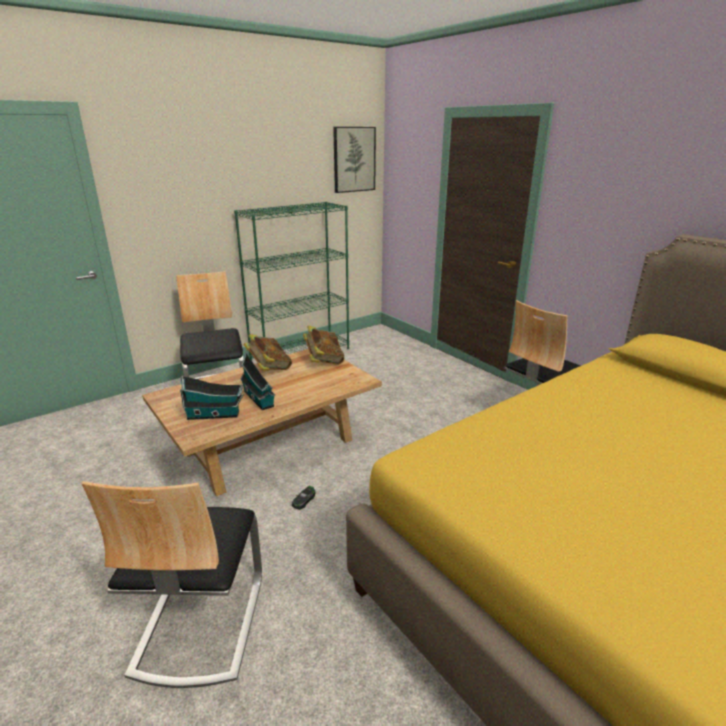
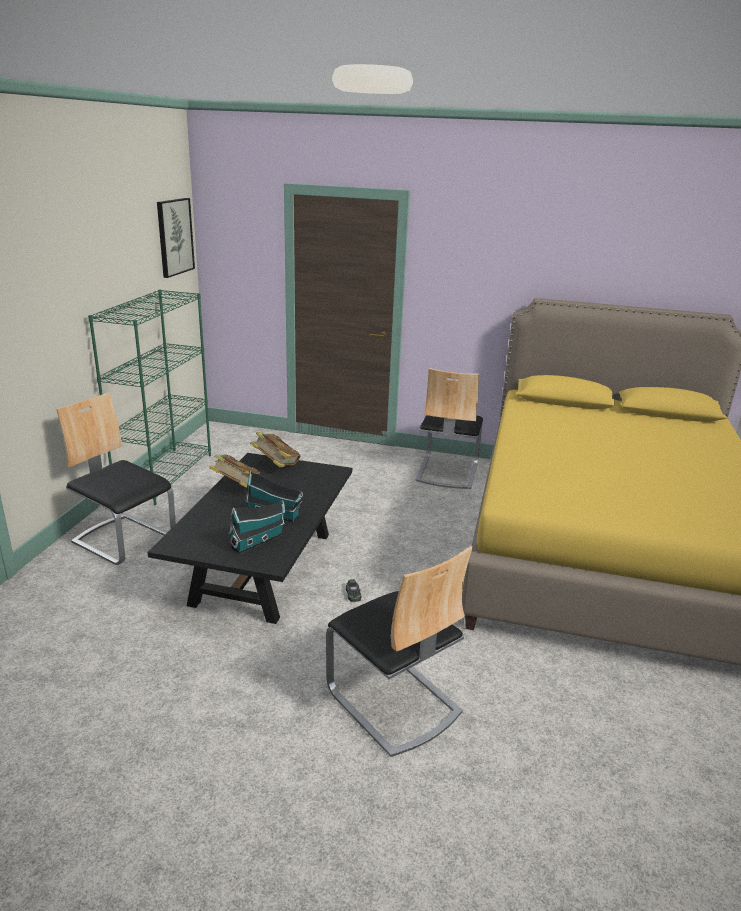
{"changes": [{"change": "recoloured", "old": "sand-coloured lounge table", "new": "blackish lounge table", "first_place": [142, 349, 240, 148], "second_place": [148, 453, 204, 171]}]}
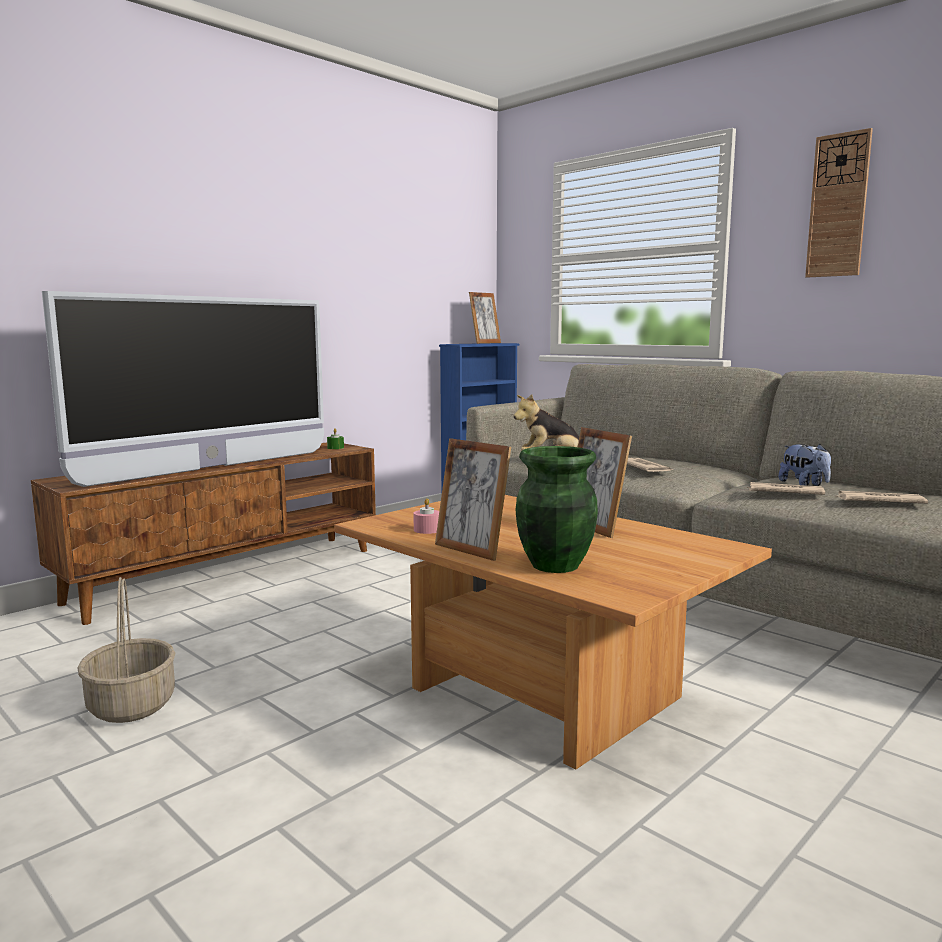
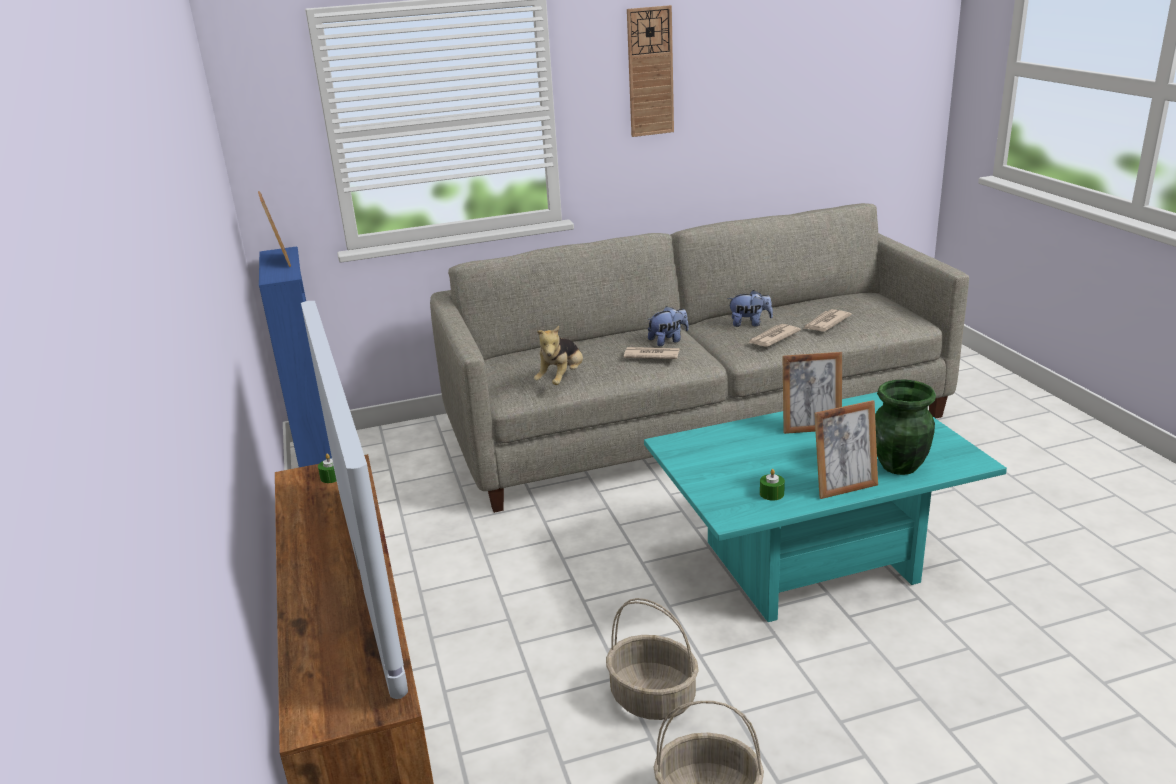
{"changes": [{"change": "recoloured", "old": "brown lounge table", "new": "turquoise-coloured lounge table", "first_place": [334, 495, 438, 275], "second_place": [644, 392, 363, 230]}, {"change": "recoloured", "old": "pinkish wax candle", "new": "green-coloured wax candle", "first_place": [413, 498, 26, 36], "second_place": [760, 469, 25, 32]}, {"change": "added", "new": "household basket", "second_place": [606, 598, 93, 122]}, {"change": "added", "new": "cuddly toy", "second_place": [647, 306, 42, 40]}]}
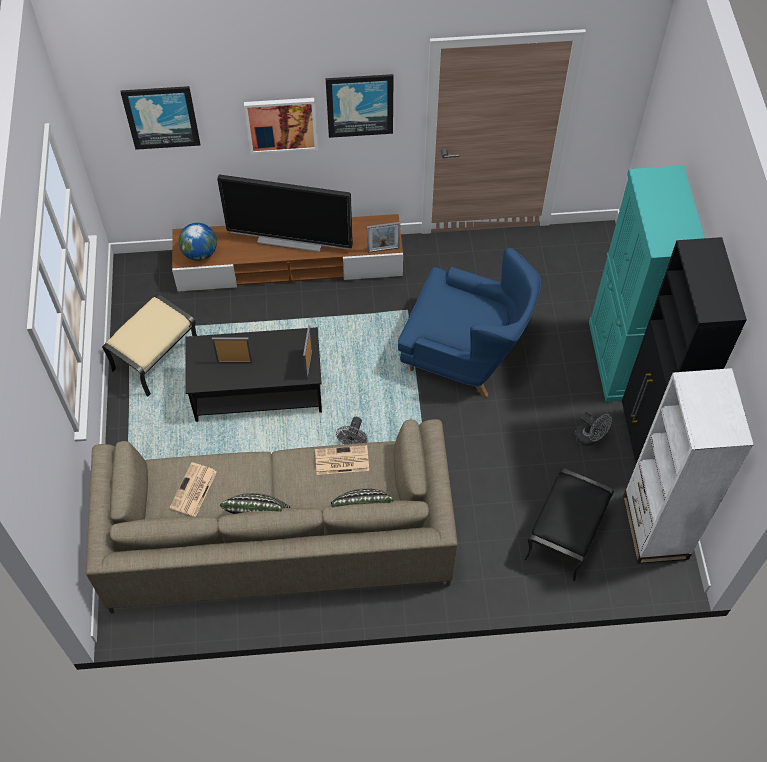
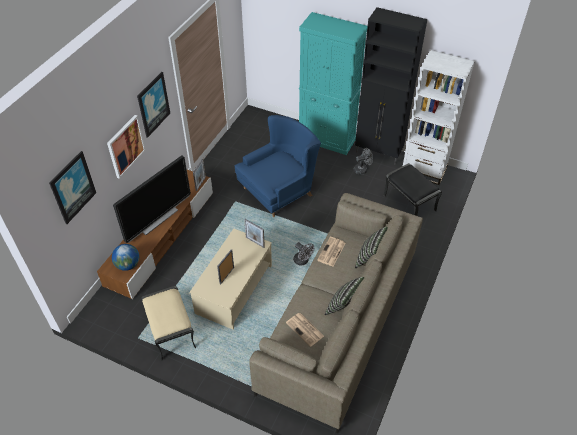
{"changes": [{"change": "recoloured", "old": "blackish lounge table", "new": "sand-coloured lounge table", "first_place": [185, 327, 137, 95], "second_place": [189, 229, 83, 100]}]}
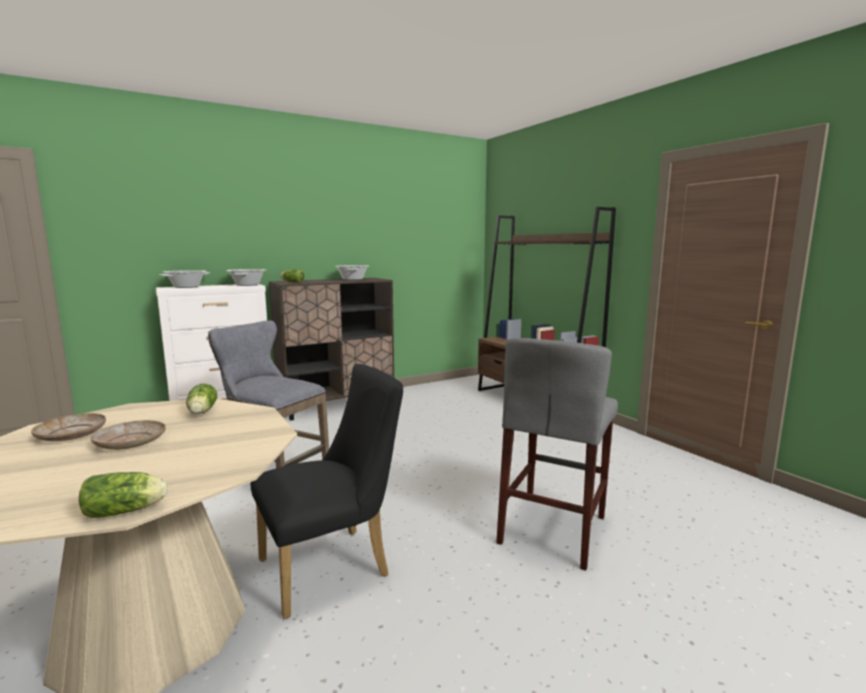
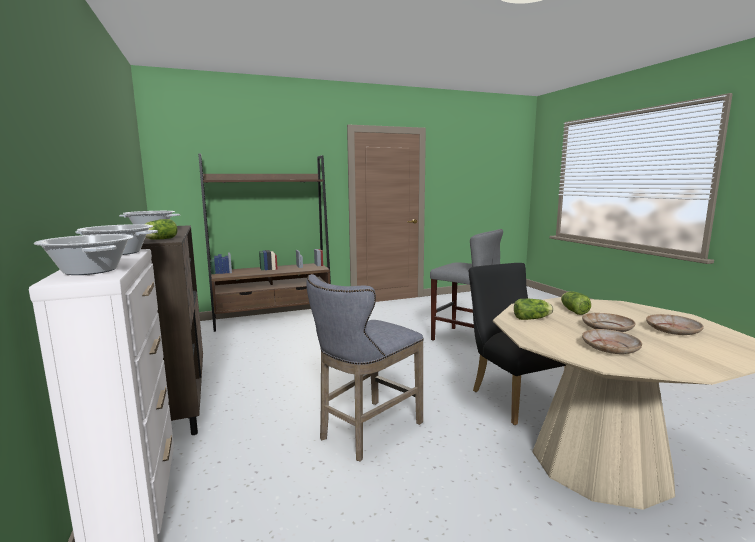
{"changes": [{"change": "moved", "old": "lettuce", "first_place": [79, 472, 88, 46], "second_place": [561, 291, 30, 24]}, {"change": "added", "new": "sand-coloured flat dish", "second_place": [646, 314, 58, 21]}]}
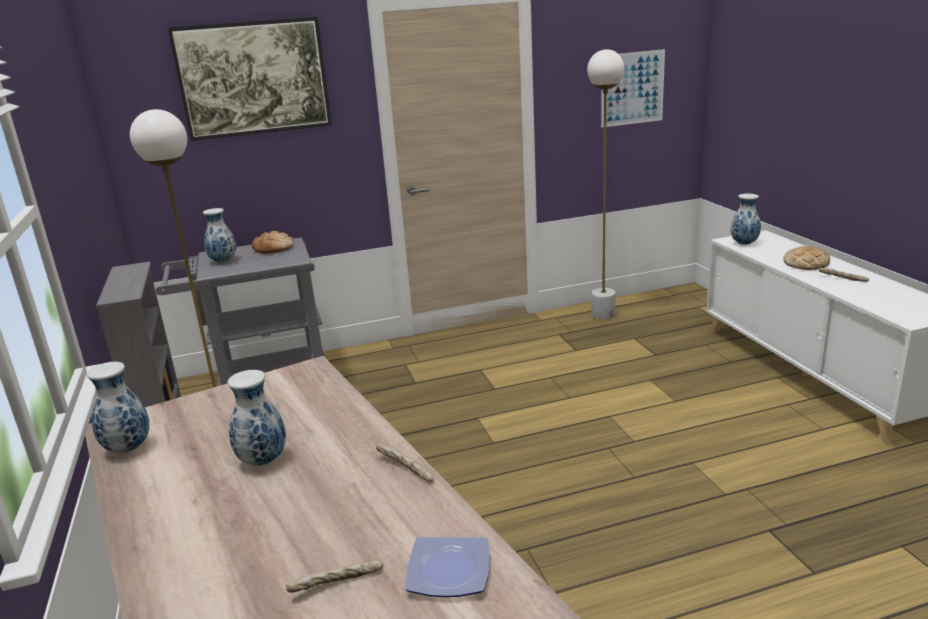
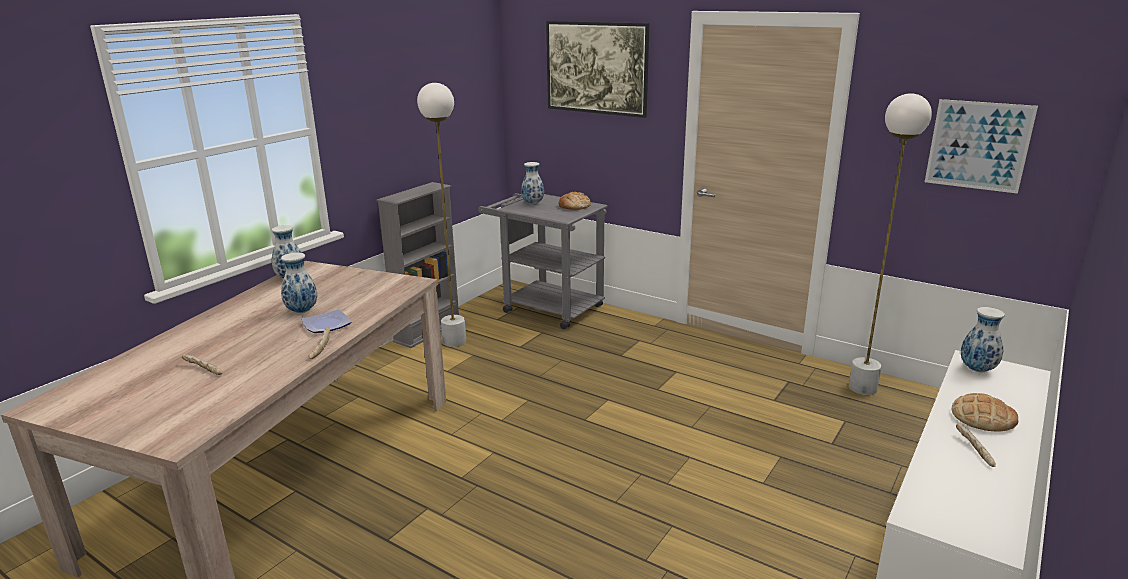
{"changes": [{"change": "moved", "old": "flat dish", "first_place": [406, 537, 84, 60], "second_place": [302, 309, 50, 24]}]}
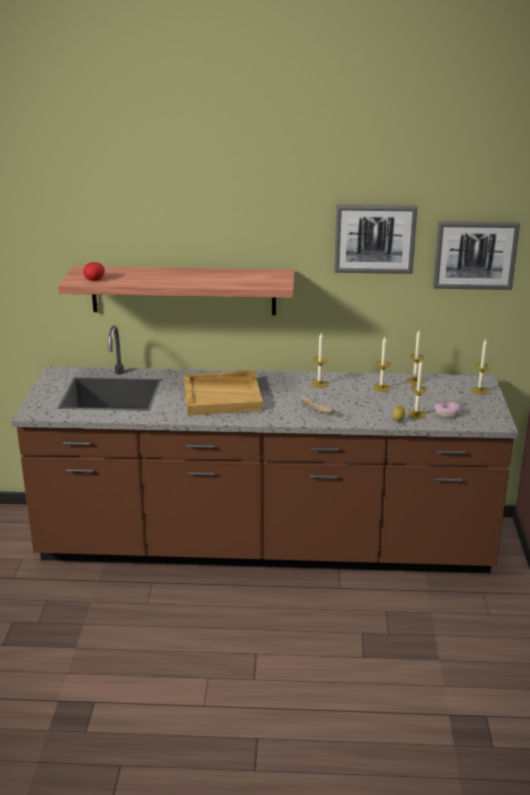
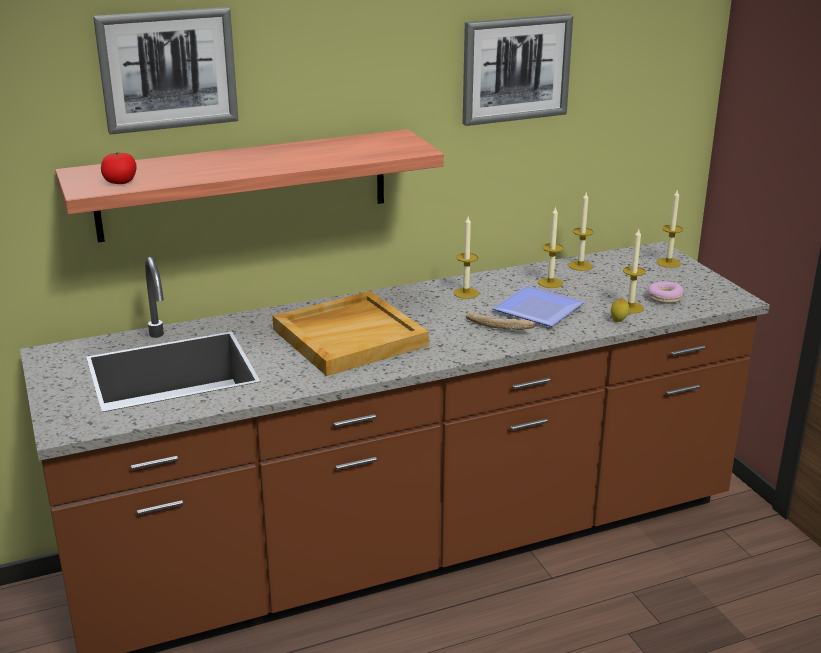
{"changes": [{"change": "moved", "old": "picture", "first_place": [433, 221, 87, 69], "second_place": [93, 7, 145, 127]}, {"change": "added", "new": "flat dish", "second_place": [492, 286, 93, 41]}]}
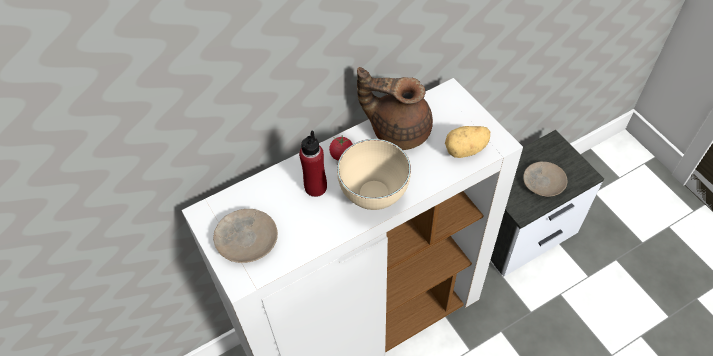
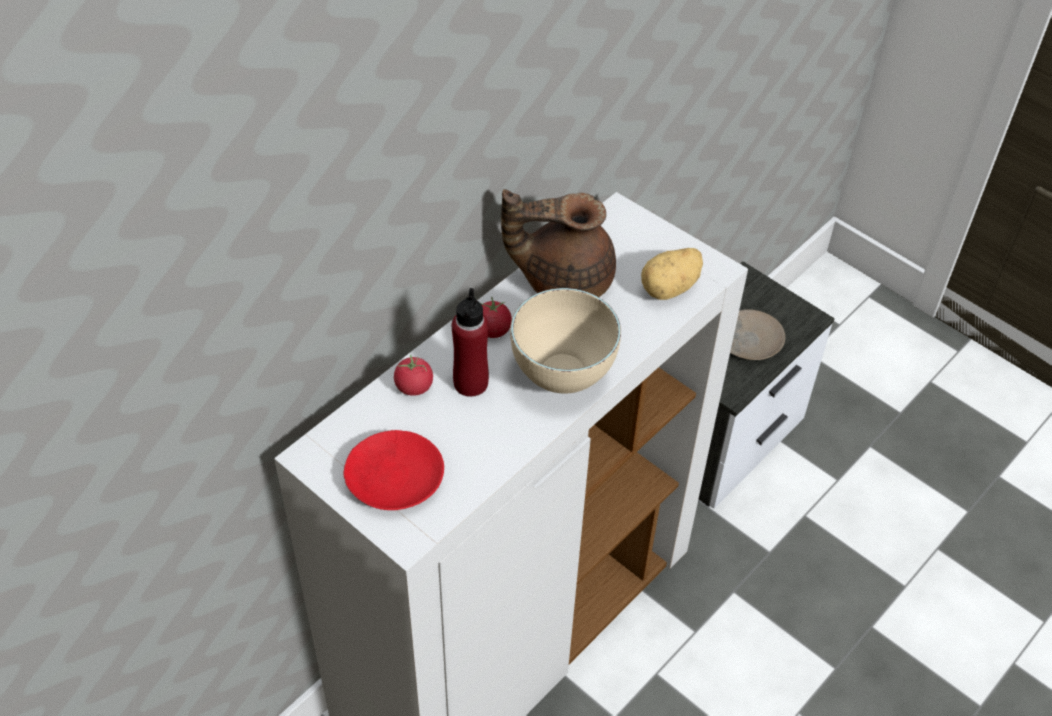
{"changes": [{"change": "recoloured", "old": "sand-coloured flat dish", "new": "red flat dish", "first_place": [213, 209, 65, 54], "second_place": [343, 430, 101, 80]}, {"change": "added", "new": "fresh tomato", "second_place": [394, 355, 39, 41]}]}
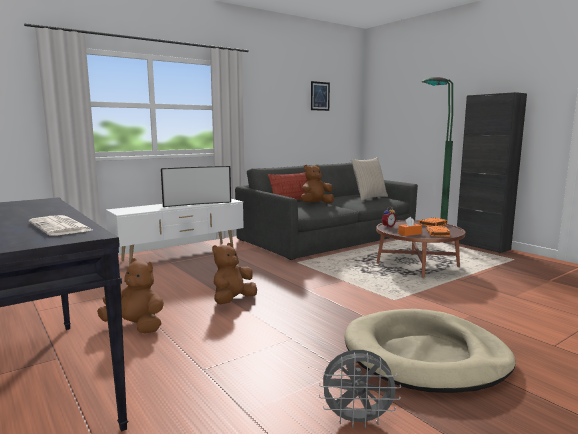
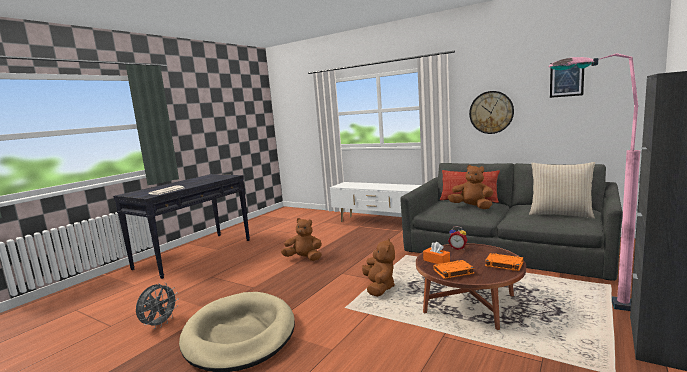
{"changes": [{"change": "moved", "old": "brown cuddly toy", "first_place": [97, 258, 67, 76], "second_place": [362, 238, 33, 59]}, {"change": "removed", "old": "TV", "first_place": [161, 166, 70, 41]}, {"change": "turned", "old": "gray fan", "first_place": [319, 350, 82, 78], "second_place": [136, 283, 43, 46], "degrees": -135}, {"change": "recoloured", "old": "green-coloured standing lamp", "new": "pinkish standing lamp", "first_place": [422, 77, 31, 166], "second_place": [548, 53, 92, 258]}, {"change": "added", "new": "wall clock", "second_place": [469, 91, 45, 43]}]}
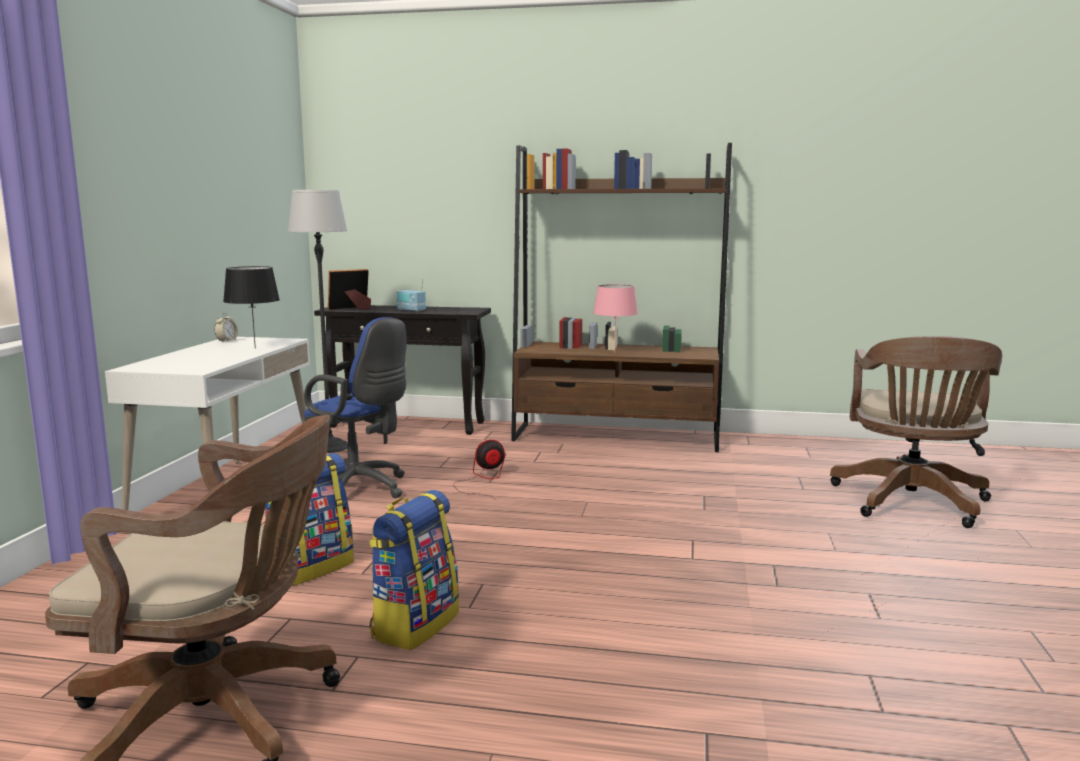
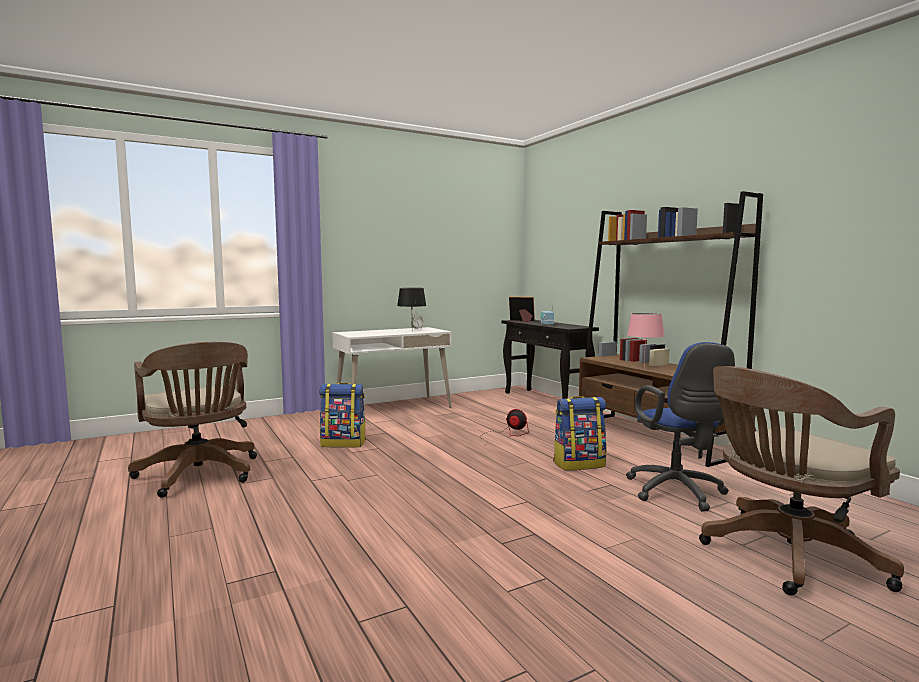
{"changes": [{"change": "removed", "old": "standing lamp", "first_place": [288, 190, 60, 263]}, {"change": "moved", "old": "bluish computer chair", "first_place": [304, 317, 103, 181], "second_place": [626, 342, 109, 170]}, {"change": "moved", "old": "backpack", "first_place": [369, 490, 90, 160], "second_place": [553, 396, 54, 75]}]}
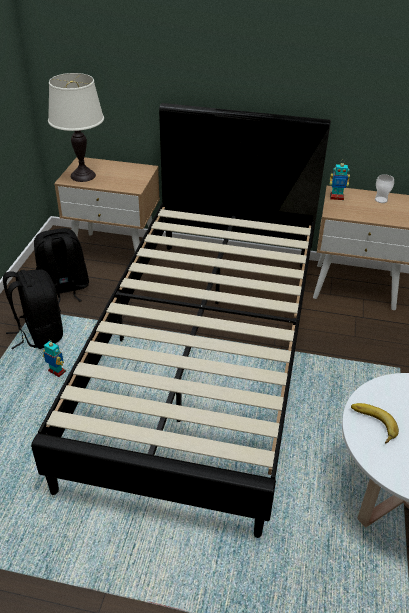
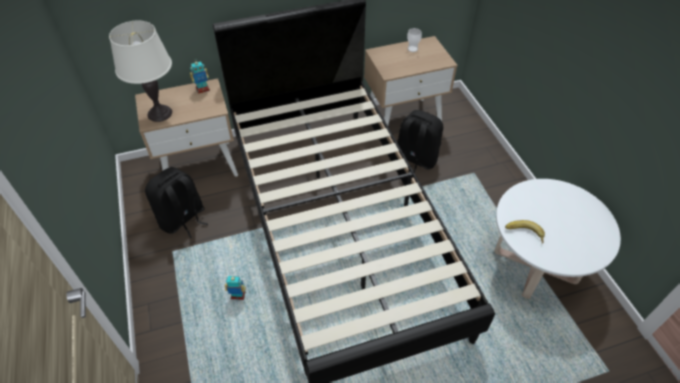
{"changes": [{"change": "moved", "old": "blackish backpack", "first_place": [3, 269, 60, 80], "second_place": [397, 110, 46, 63]}, {"change": "moved", "old": "model robot", "first_place": [329, 160, 21, 40], "second_place": [190, 61, 20, 33]}]}
